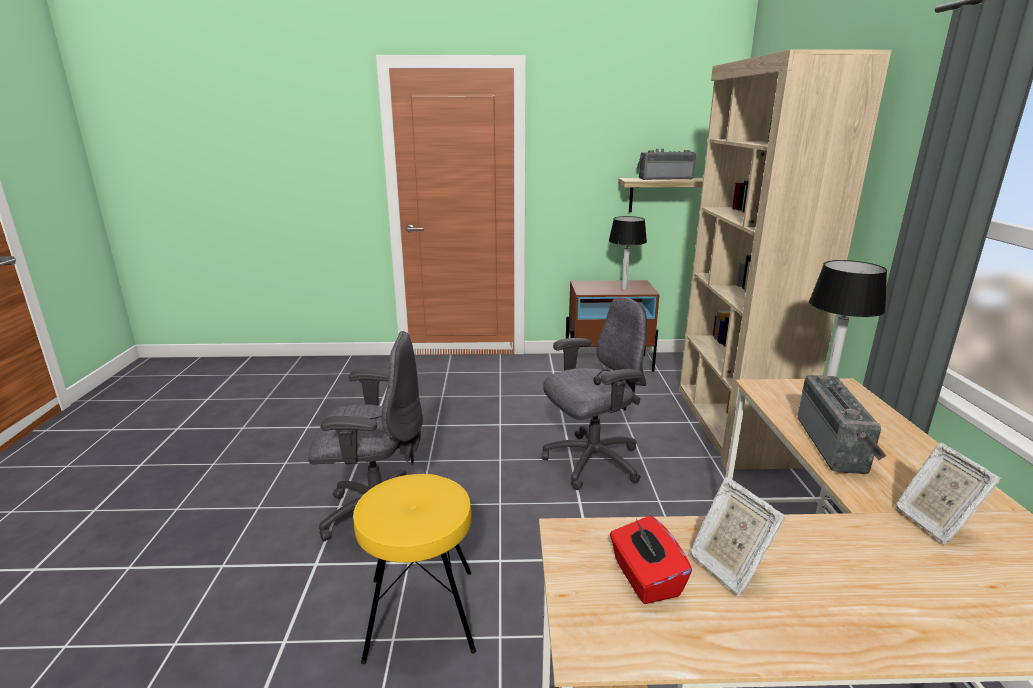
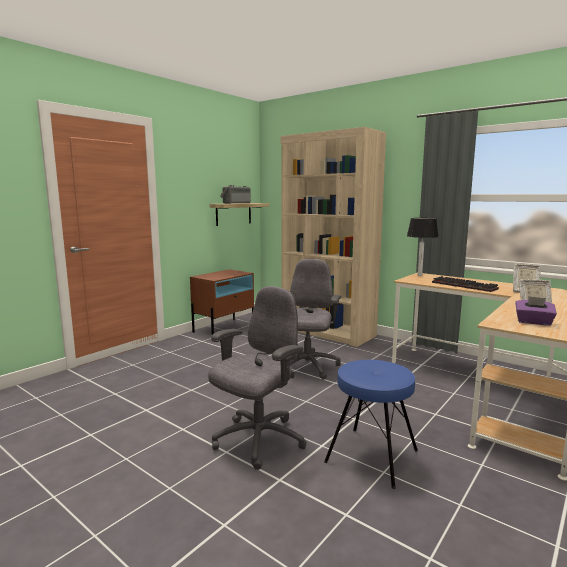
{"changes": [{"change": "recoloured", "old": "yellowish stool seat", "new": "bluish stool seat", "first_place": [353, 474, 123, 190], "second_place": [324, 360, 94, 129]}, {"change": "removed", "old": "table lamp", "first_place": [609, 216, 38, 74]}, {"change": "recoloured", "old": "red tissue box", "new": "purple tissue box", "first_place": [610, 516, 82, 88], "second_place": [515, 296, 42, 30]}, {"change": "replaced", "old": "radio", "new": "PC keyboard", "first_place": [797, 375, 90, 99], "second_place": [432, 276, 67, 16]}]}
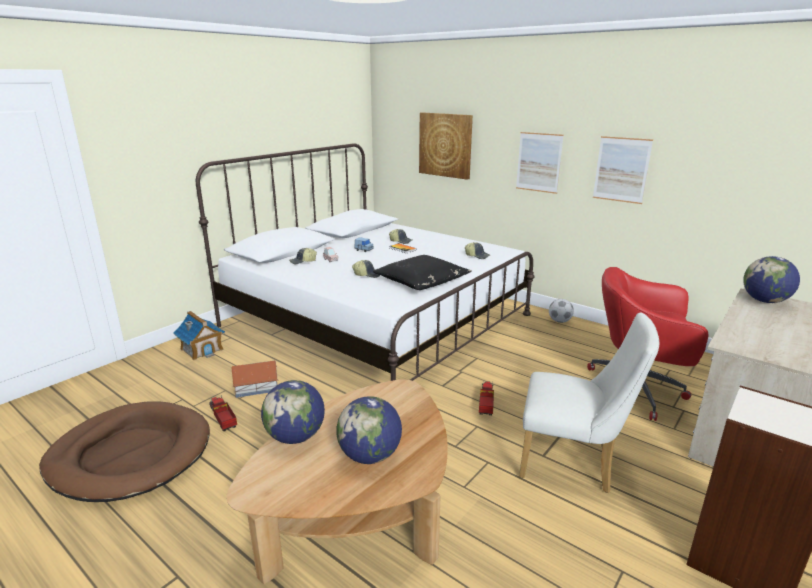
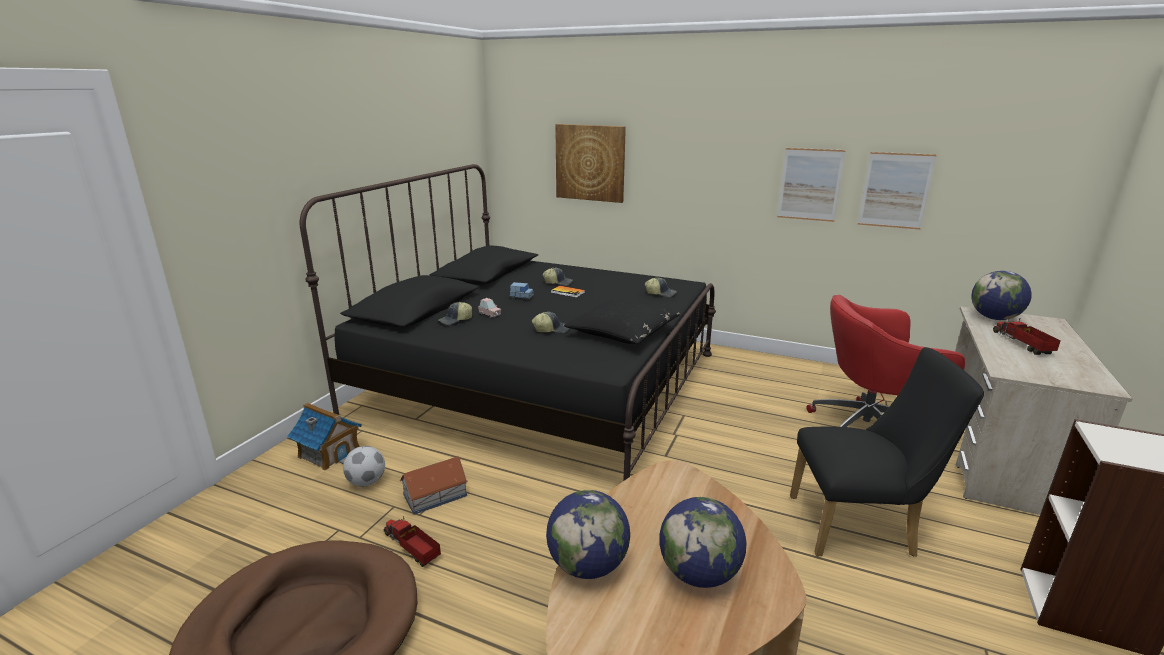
{"changes": [{"change": "recoloured", "old": "white-coloured sleeping bed", "new": "blackish sleeping bed", "first_place": [196, 143, 339, 238], "second_place": [300, 164, 416, 317]}, {"change": "moved", "old": "model truck", "first_place": [479, 381, 15, 35], "second_place": [993, 318, 68, 37]}, {"change": "moved", "old": "picture", "first_place": [516, 132, 48, 62], "second_place": [858, 152, 79, 78]}, {"change": "recoloured", "old": "white-coloured upright chair", "new": "blackish upright chair", "first_place": [519, 313, 140, 180], "second_place": [790, 347, 194, 210]}, {"change": "moved", "old": "football ball", "first_place": [549, 299, 25, 24], "second_place": [343, 446, 42, 41]}]}
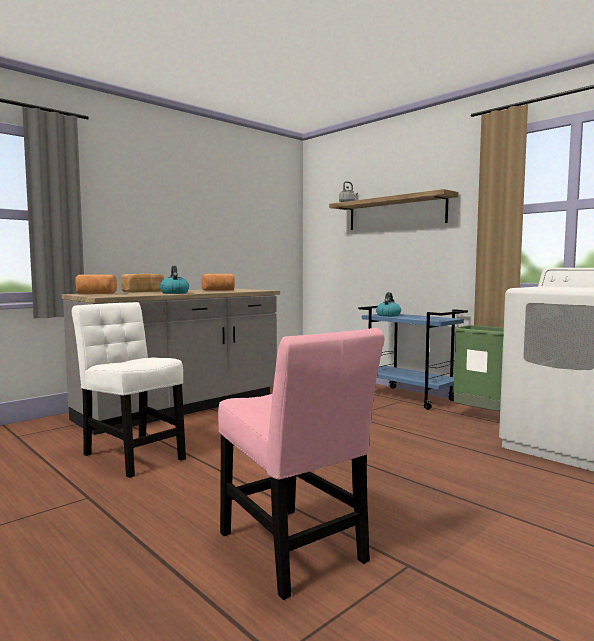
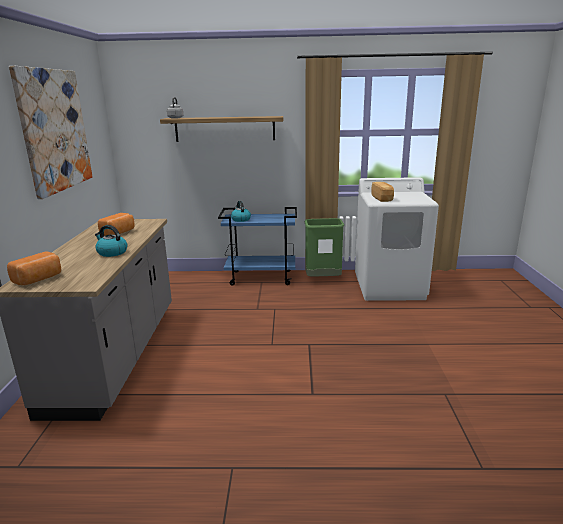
{"changes": [{"change": "removed", "old": "white-coloured upright chair", "first_place": [72, 302, 114, 176]}, {"change": "moved", "old": "bread", "first_place": [121, 274, 43, 18], "second_place": [371, 182, 23, 20]}, {"change": "removed", "old": "pinkish upright chair", "first_place": [218, 328, 167, 272]}, {"change": "added", "new": "picture", "second_place": [9, 66, 84, 133]}]}
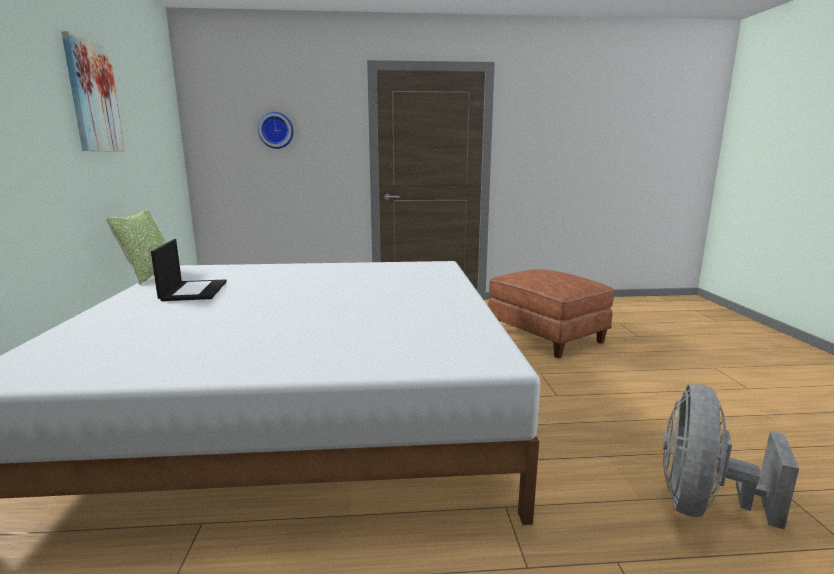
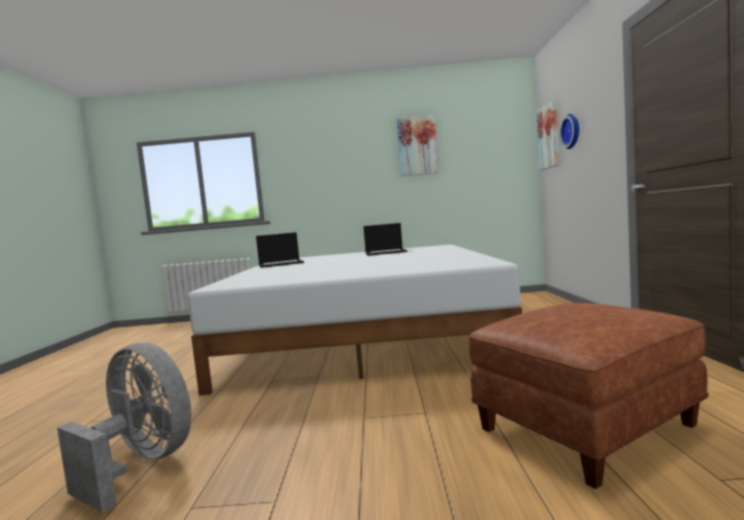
{"changes": [{"change": "removed", "old": "throw pillow", "first_place": [105, 209, 61, 75]}, {"change": "added", "new": "portable computer", "second_place": [256, 232, 48, 36]}, {"change": "added", "new": "picture", "second_place": [537, 100, 23, 70]}]}
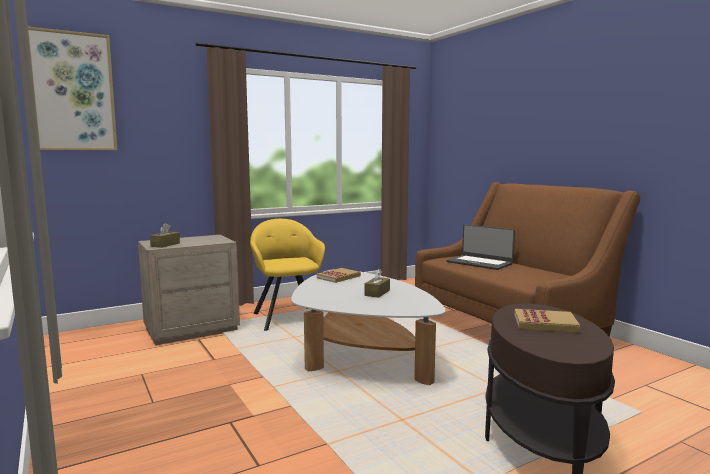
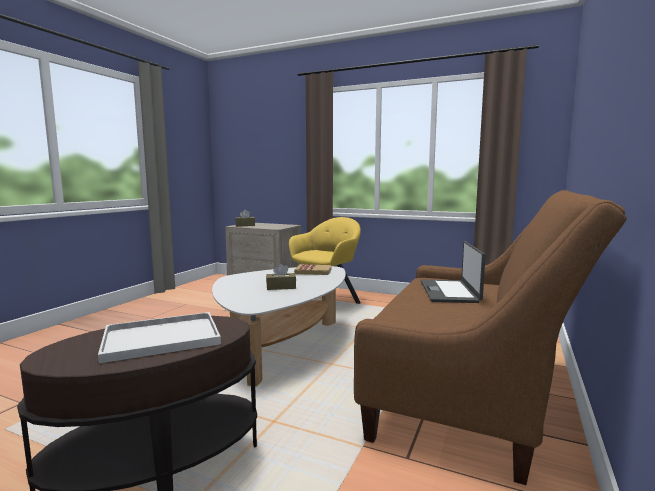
{"changes": [{"change": "removed", "old": "picture", "first_place": [28, 27, 89, 123]}, {"change": "replaced", "old": "book", "new": "white-coloured carrying tray", "first_place": [514, 309, 67, 24], "second_place": [98, 312, 123, 51]}]}
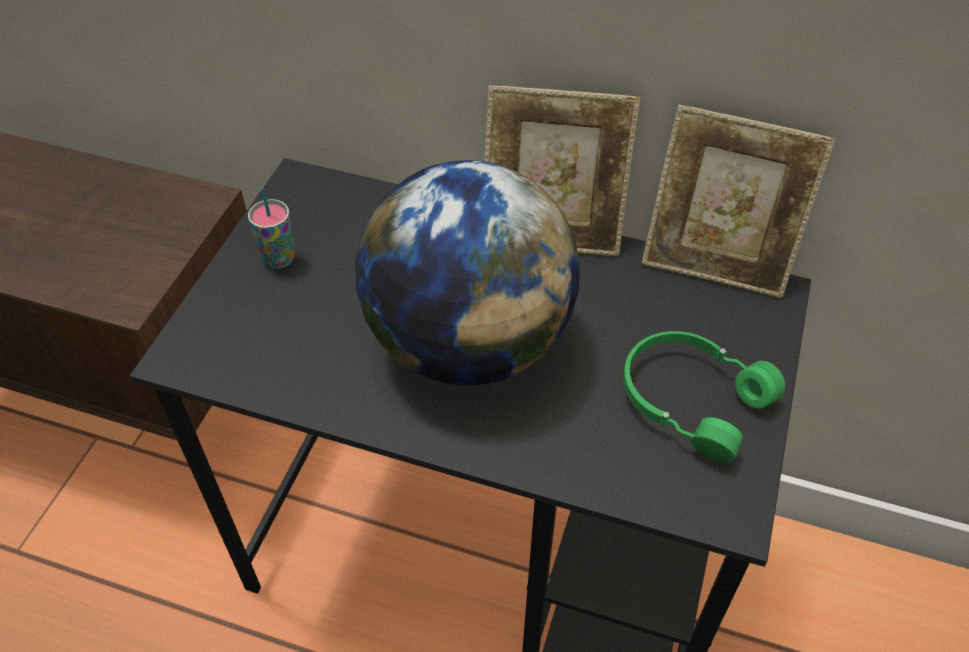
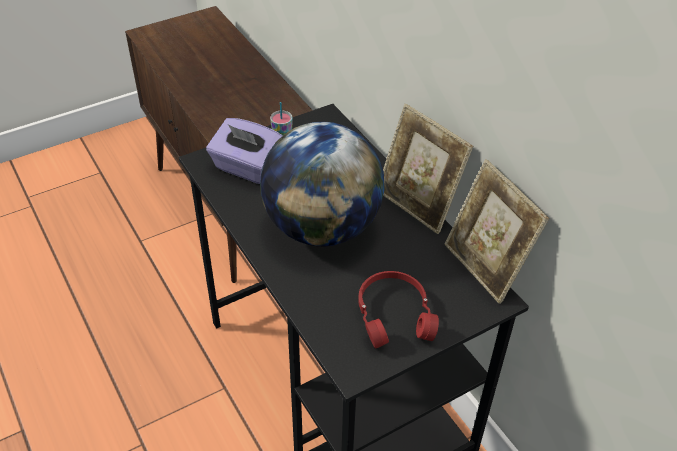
{"changes": [{"change": "recoloured", "old": "green-coloured headphones", "new": "red headphones", "first_place": [623, 331, 162, 132], "second_place": [358, 271, 81, 78]}, {"change": "added", "new": "purple tissue box", "second_place": [206, 118, 77, 66]}]}
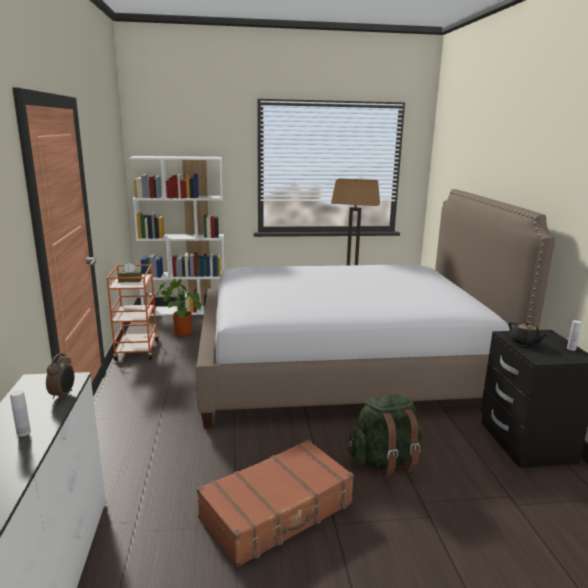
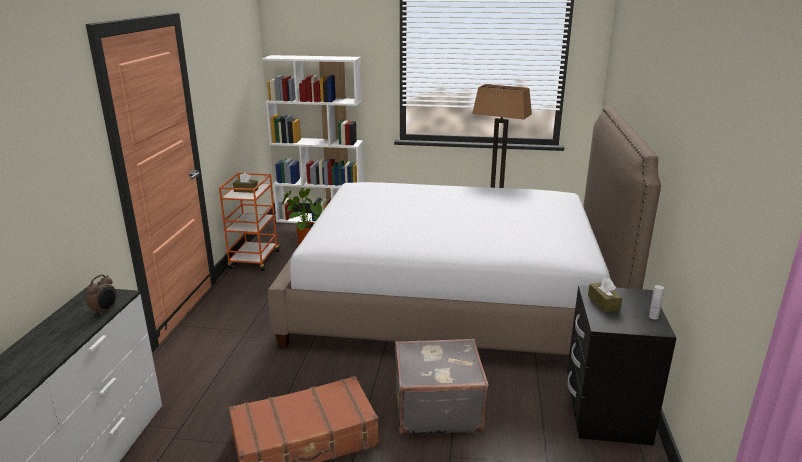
{"changes": [{"change": "removed", "old": "white-coloured drink bottle", "first_place": [10, 390, 21, 47]}, {"change": "replaced", "old": "green-coloured backpack", "new": "gray suitcase", "first_place": [348, 394, 74, 84], "second_place": [395, 338, 94, 98]}, {"change": "replaced", "old": "blackish tea pot", "new": "brown tissue box", "first_place": [509, 322, 39, 24], "second_place": [588, 277, 34, 35]}]}
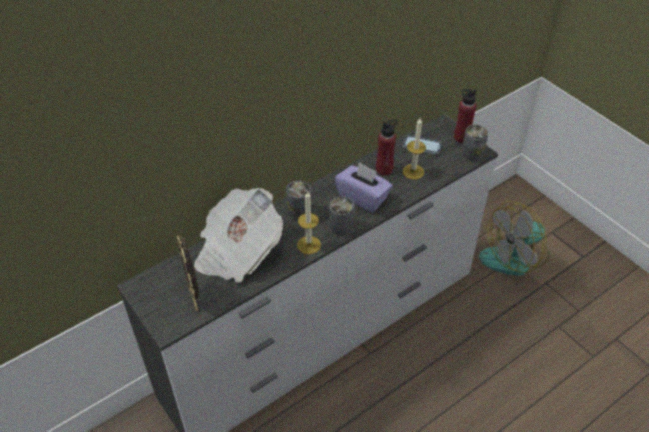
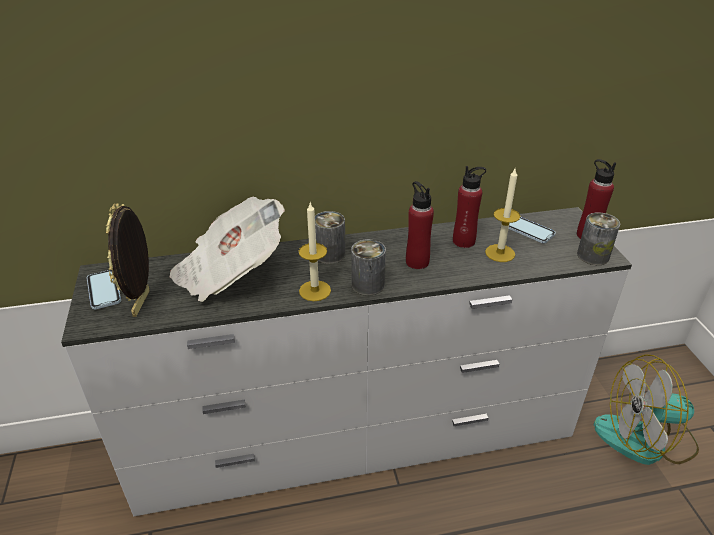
{"changes": [{"change": "replaced", "old": "purple tissue box", "new": "red drink bottle", "first_place": [335, 162, 58, 51], "second_place": [406, 181, 28, 88]}, {"change": "added", "new": "phone", "second_place": [87, 270, 34, 40]}]}
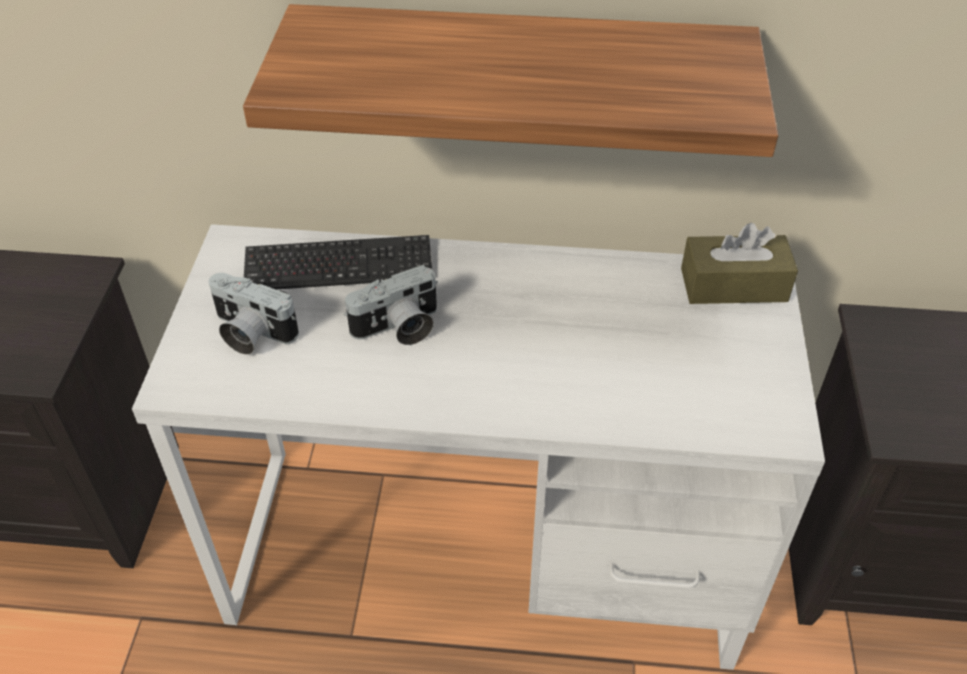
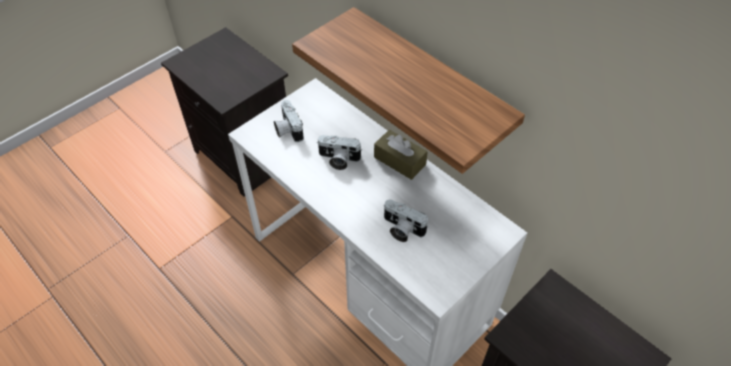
{"changes": [{"change": "removed", "old": "PC keyboard", "first_place": [244, 235, 188, 54]}, {"change": "moved", "old": "brown tissue box", "first_place": [681, 223, 117, 81], "second_place": [374, 130, 54, 50]}, {"change": "added", "new": "still camera", "second_place": [384, 199, 44, 43]}]}
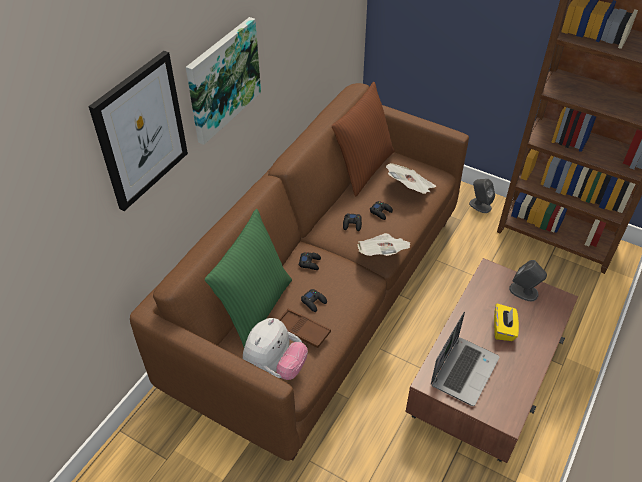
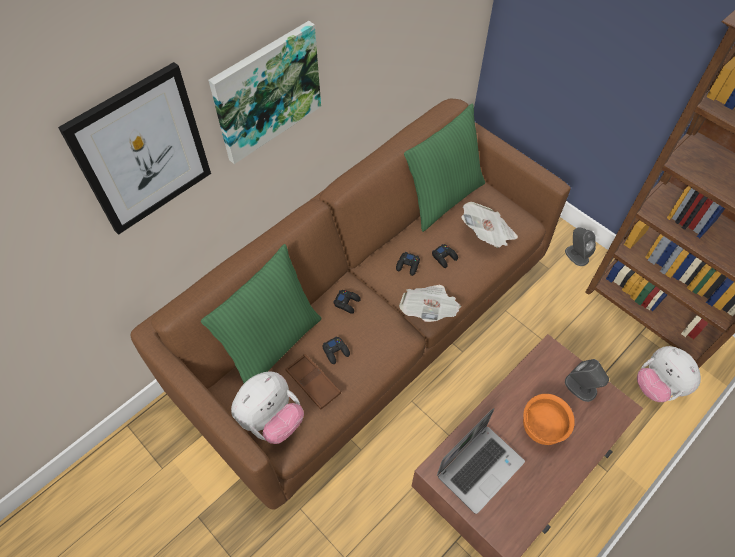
{"changes": [{"change": "recoloured", "old": "brown throw pillow", "new": "green-coloured throw pillow", "first_place": [332, 82, 63, 114], "second_place": [404, 104, 81, 128]}, {"change": "replaced", "old": "yellowish tissue box", "new": "orange serving bowl", "first_place": [494, 304, 25, 37], "second_place": [523, 394, 52, 51]}, {"change": "added", "new": "cuddly toy", "second_place": [637, 346, 64, 56]}]}
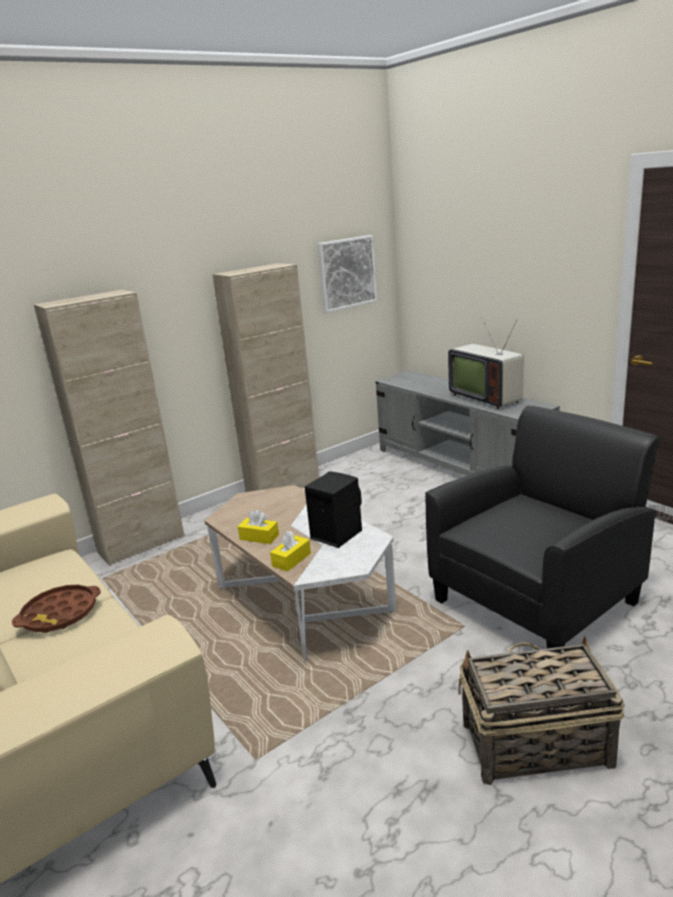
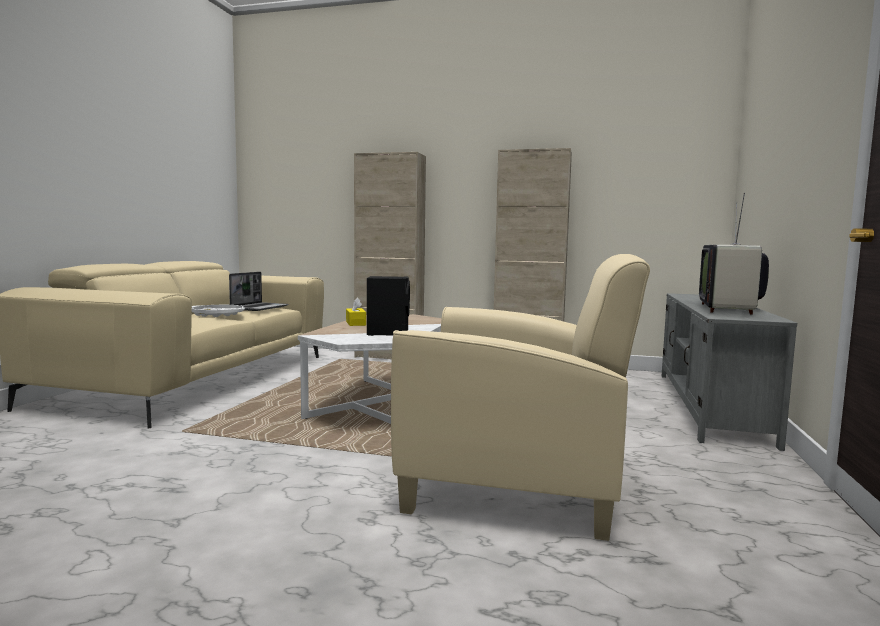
{"changes": [{"change": "recoloured", "old": "brown carrying tray", "new": "white-coloured carrying tray", "first_place": [12, 585, 89, 48], "second_place": [192, 305, 53, 12]}, {"change": "removed", "old": "yellowish tissue box", "first_place": [270, 531, 41, 41]}, {"change": "removed", "old": "picture", "first_place": [317, 235, 60, 78]}, {"change": "recoloured", "old": "blackish armchair", "new": "sand-coloured armchair", "first_place": [425, 406, 235, 242], "second_place": [391, 254, 259, 287]}, {"change": "removed", "old": "household basket", "first_place": [459, 636, 166, 149]}, {"change": "added", "new": "portable computer", "second_place": [229, 272, 59, 39]}]}
